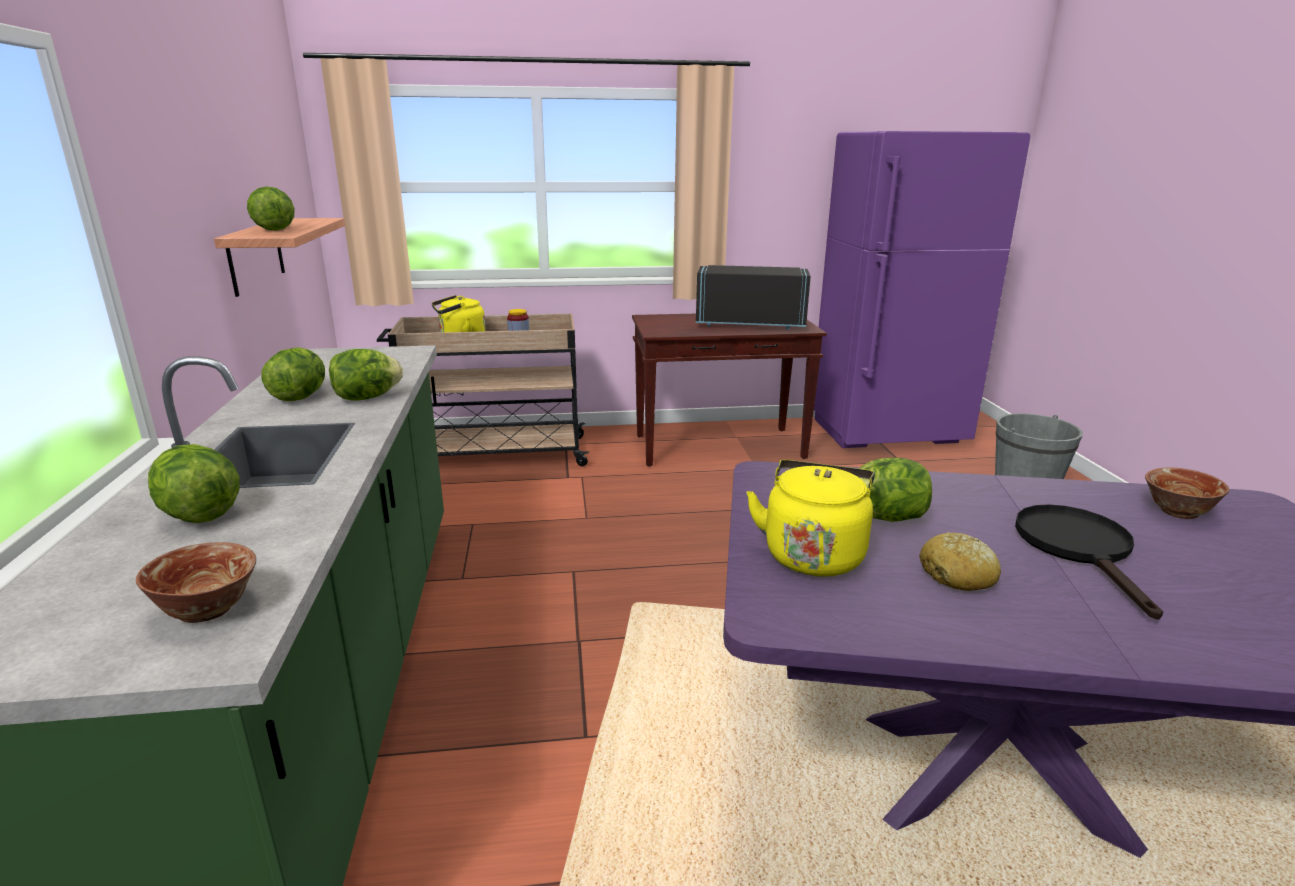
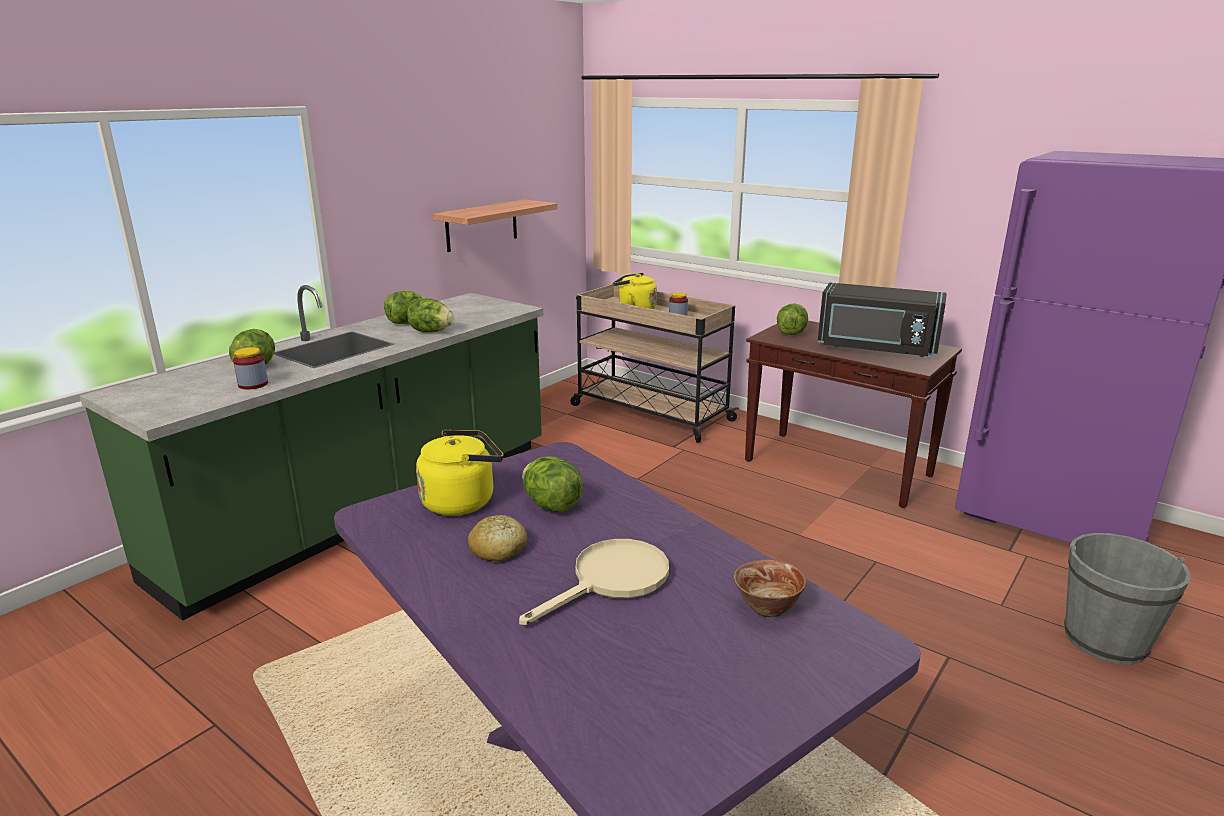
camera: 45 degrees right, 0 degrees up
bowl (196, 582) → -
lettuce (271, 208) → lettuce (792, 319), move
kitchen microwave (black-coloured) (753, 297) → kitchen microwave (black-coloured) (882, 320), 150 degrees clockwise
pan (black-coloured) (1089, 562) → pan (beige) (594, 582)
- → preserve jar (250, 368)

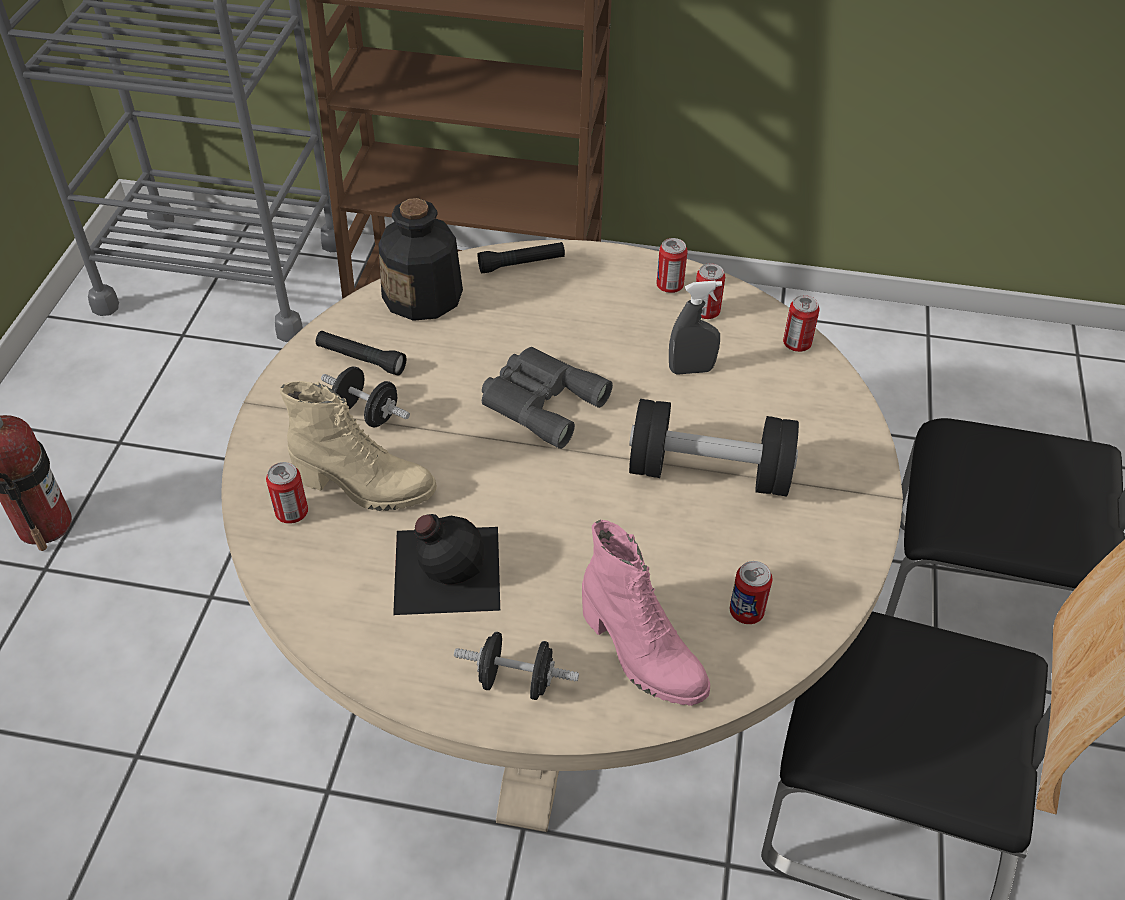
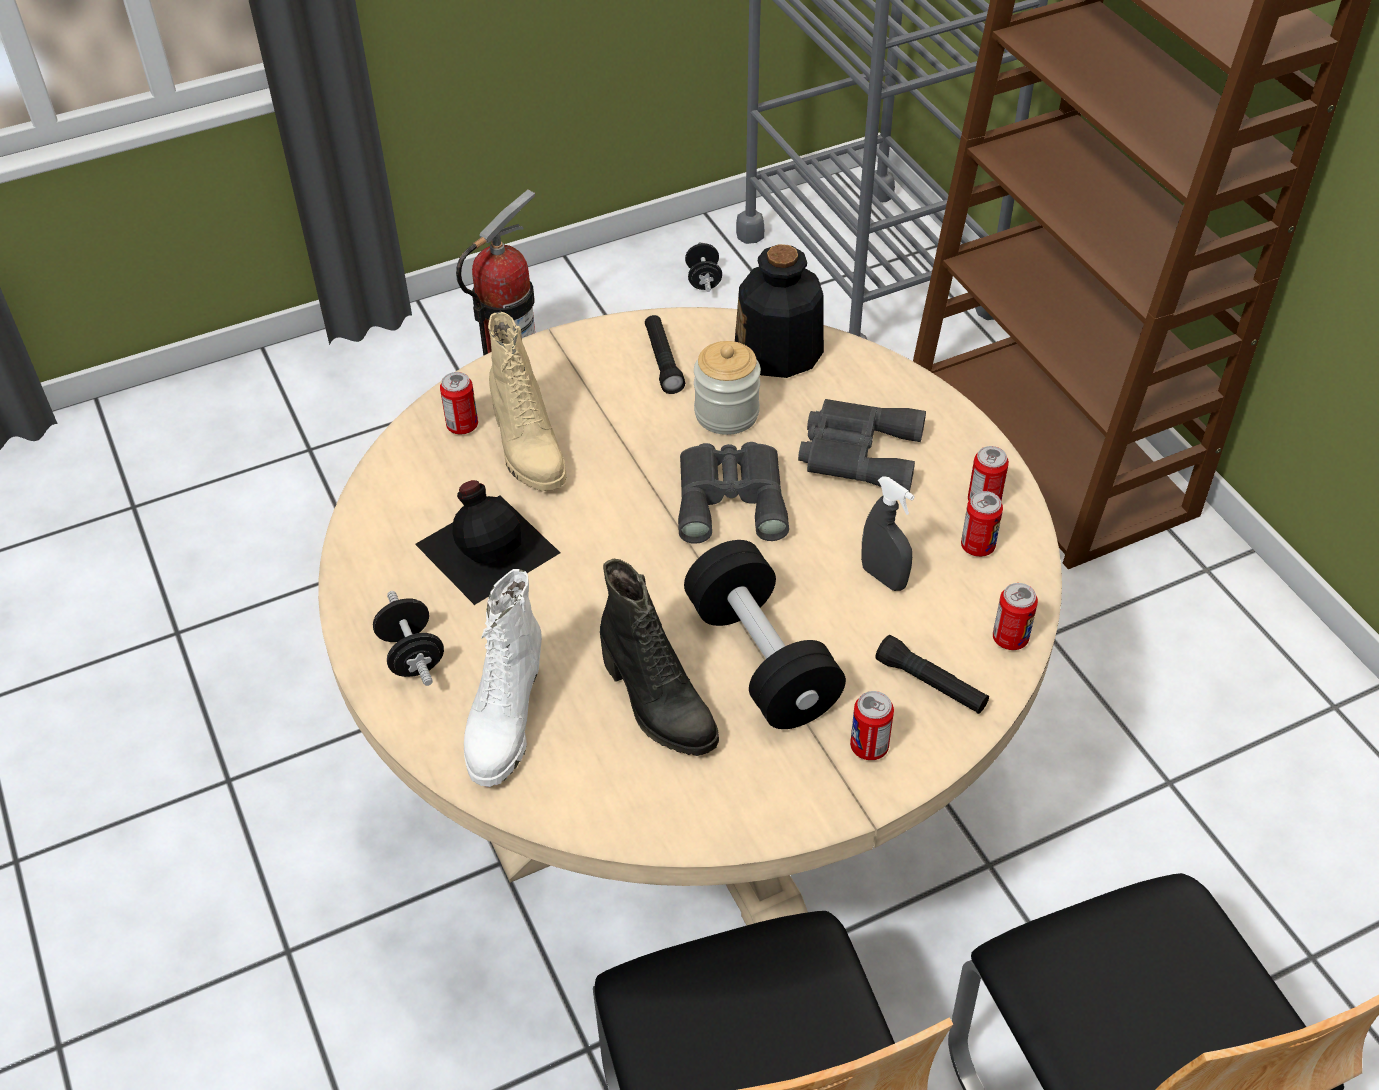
camera: 55 degrees right, 0 degrees up
free weight (black-coloured) (365, 396) → free weight (black-coloured) (703, 267), move
flashlight (black-coloured) (521, 258) → flashlight (black-coloured) (932, 674), move
high-top boot (pink-coloured) (646, 613) → high-top boot (whitish) (503, 678)
can (751, 592) → can (872, 725), move
- → high-top boot (black-coloured) (659, 657)
- → preserve jar (727, 388)
- → binoculars (gray) (862, 445)

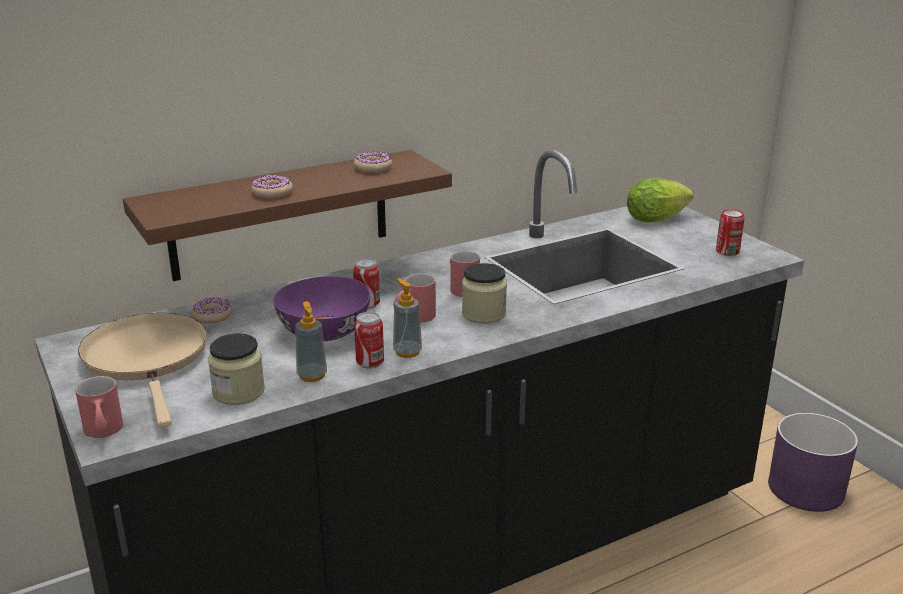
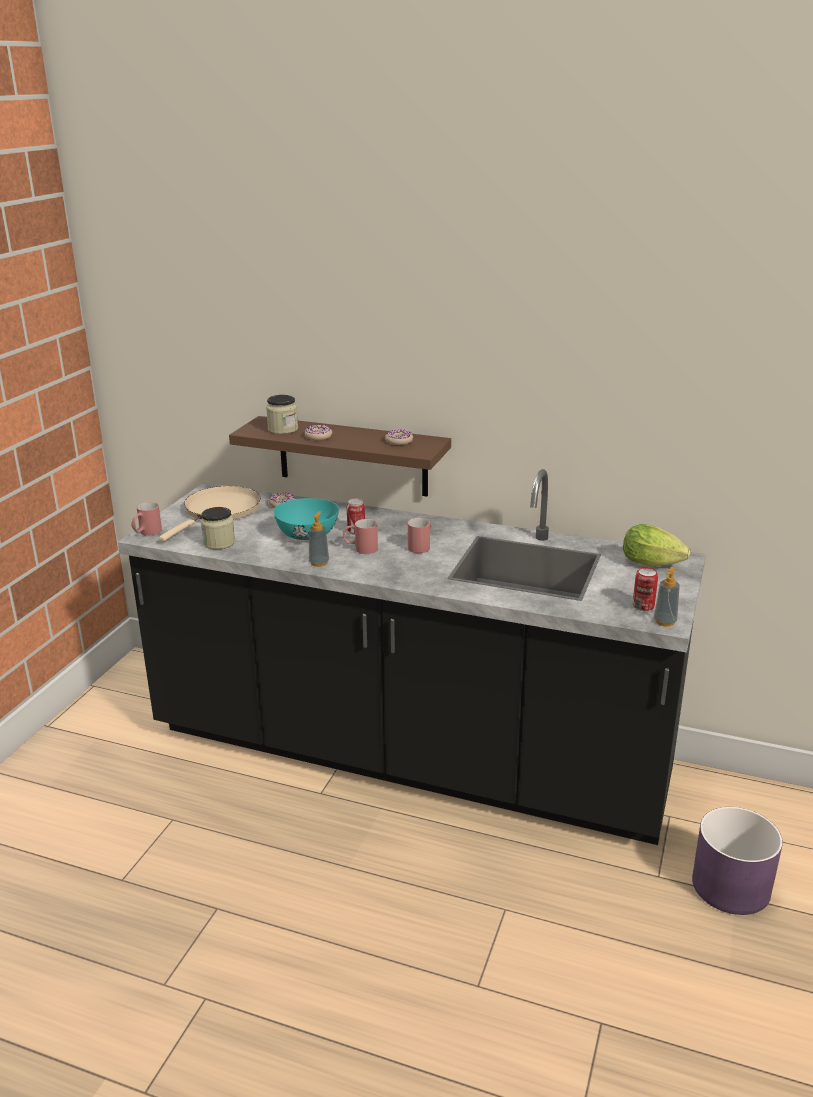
camera: 50 degrees right, 0 degrees up
bowl (purple-coloured) (321, 308) → bowl (blue-green) (306, 519)
soap bottle (311, 341) → soap bottle (667, 597), move
can (369, 340) → -
preserve jar (484, 293) → preserve jar (282, 414), move

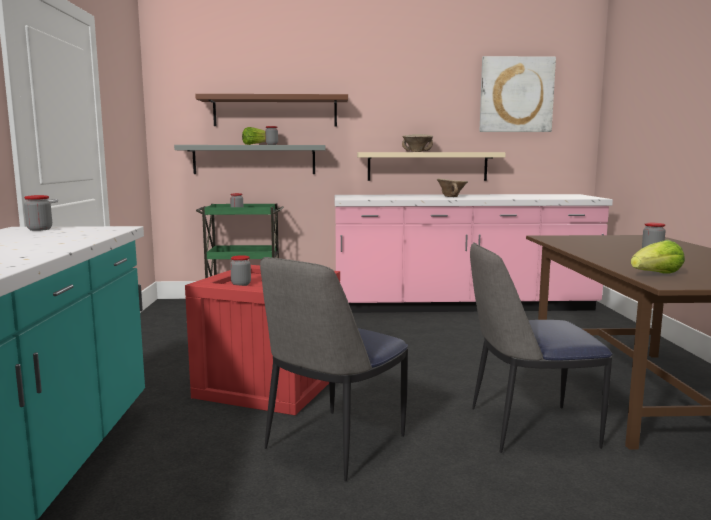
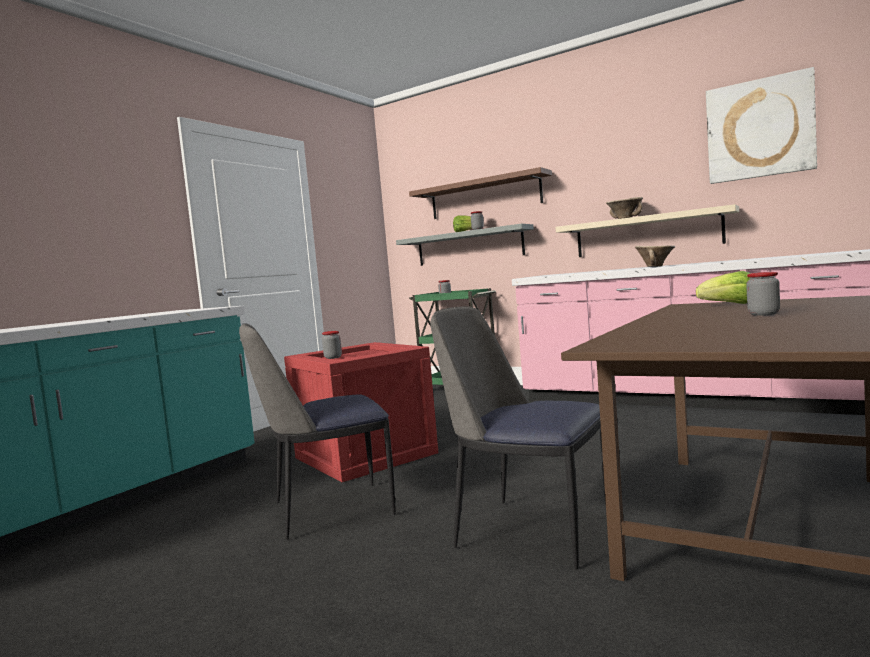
camera: 35 degrees right, 5 degrees down
preserve jar (38, 213) → -
lettuce (658, 257) → lettuce (723, 287), move

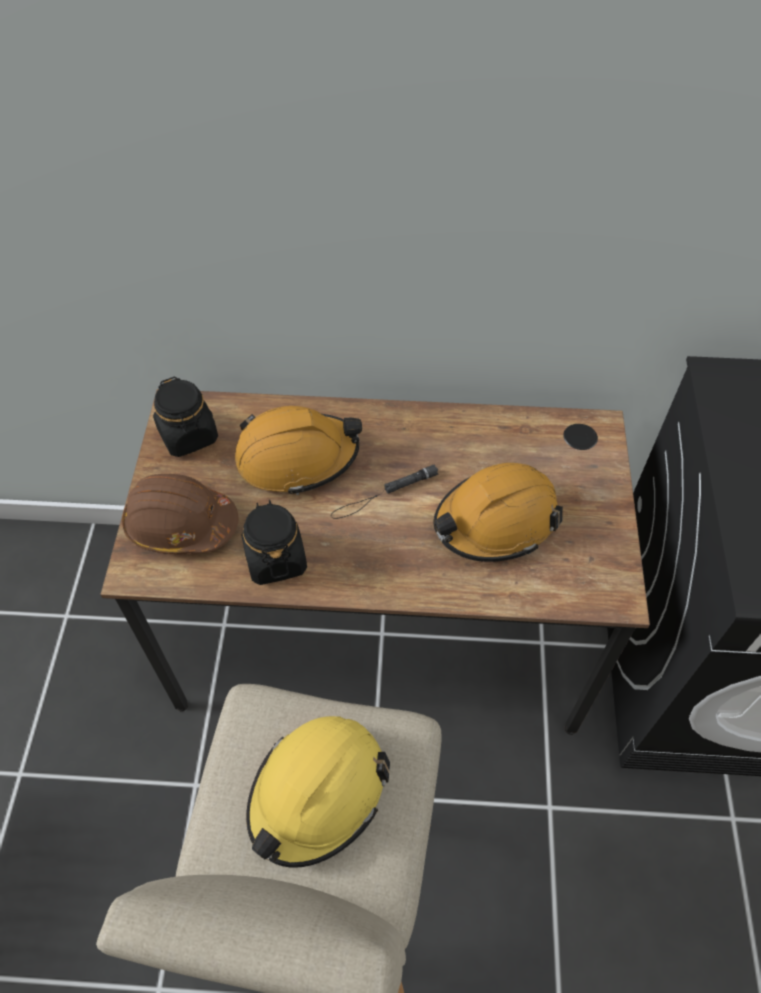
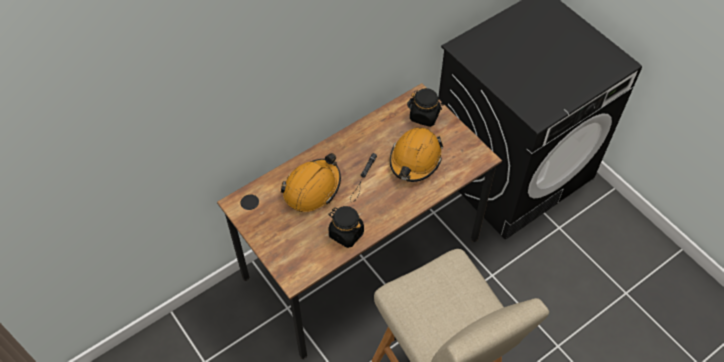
camera: 40 degrees left, 0 degrees up
hard hat (brown) (180, 514) → -
preserve jar (black-coloured) (185, 417) → preserve jar (black-coloured) (426, 107), move
hard hat (yellow) (318, 792) → -

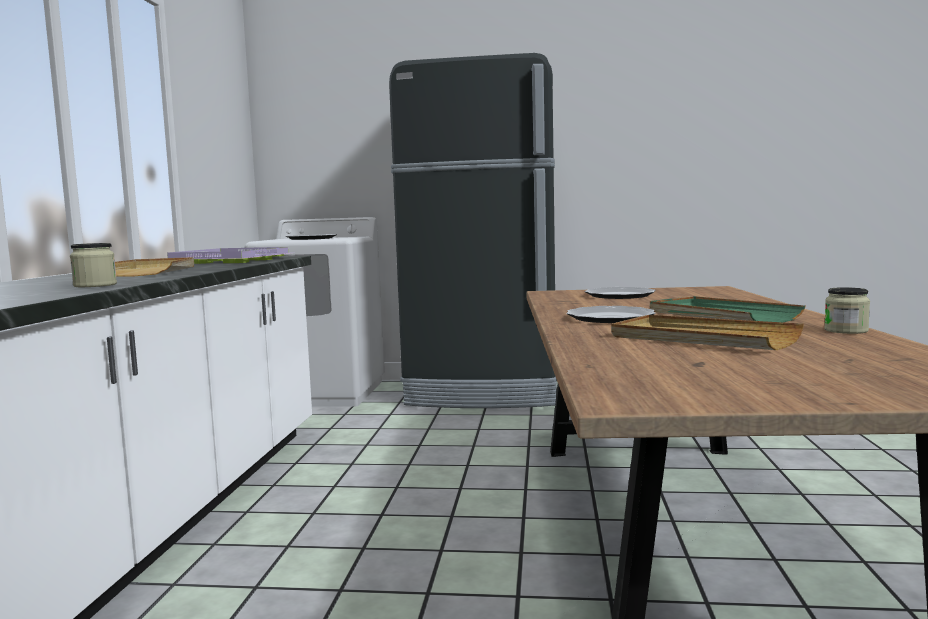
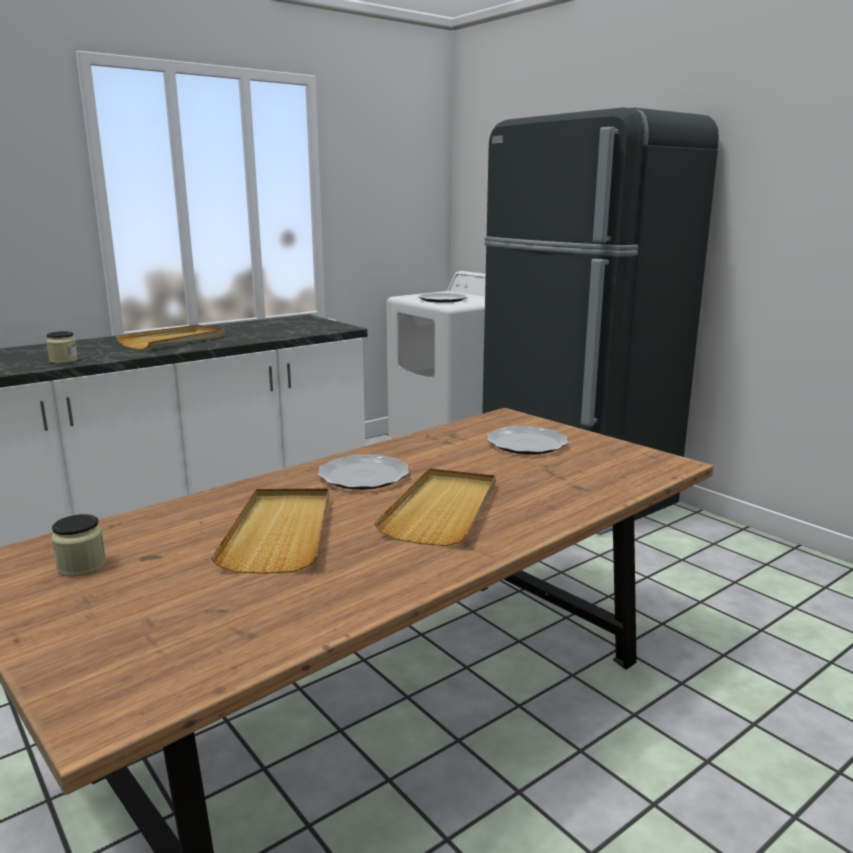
camera: 45 degrees right, 10 degrees up
carrying tray (purple-coloured) (228, 255) → -
carrying tray (greenish) (727, 309) → carrying tray (beige) (435, 507)
preserve jar (847, 310) → preserve jar (78, 545), move

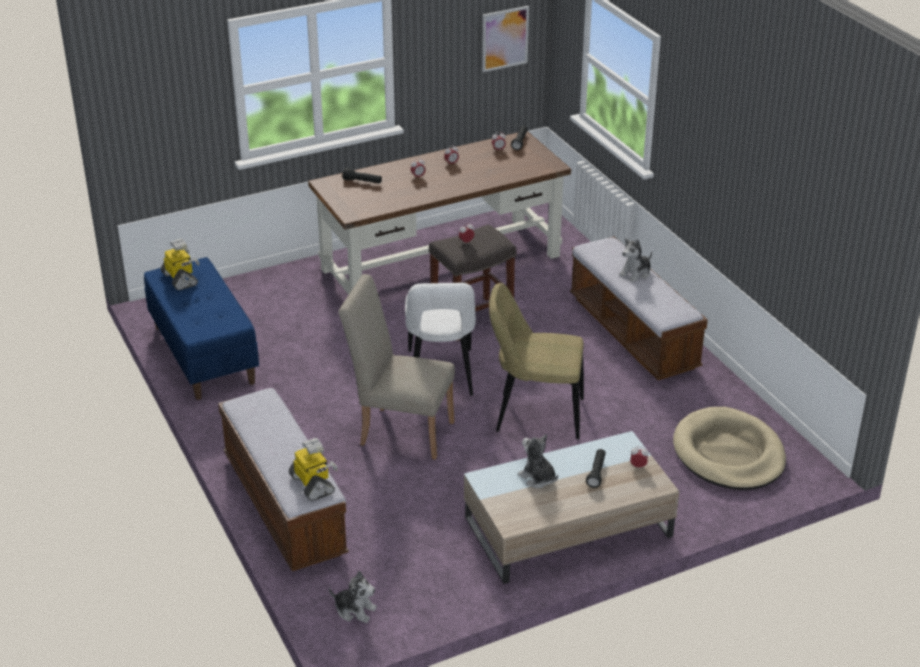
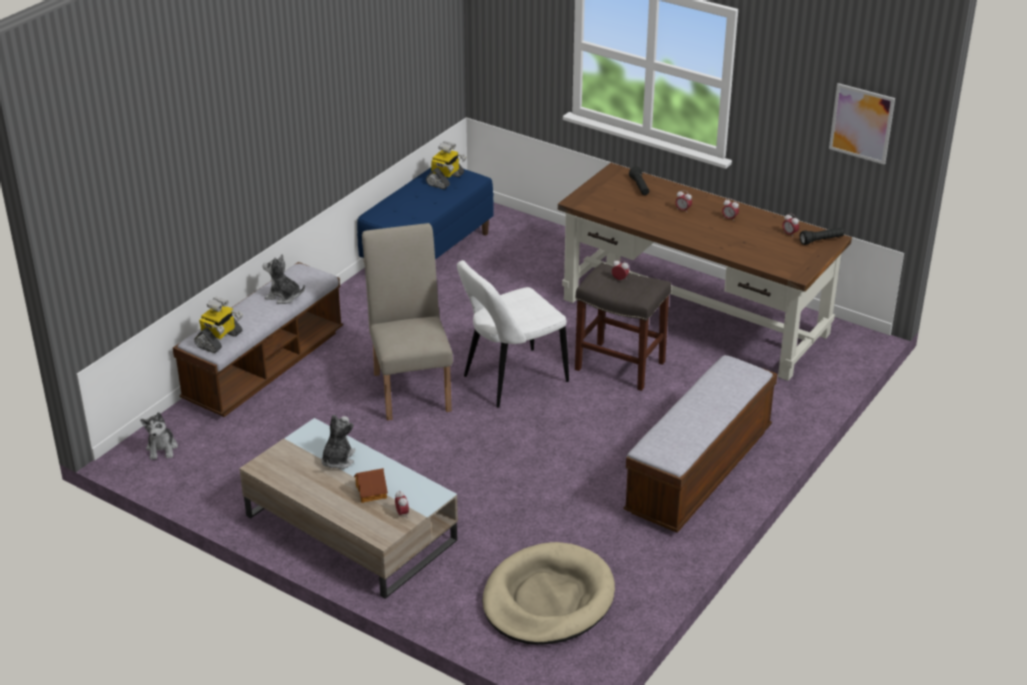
camera: 60 degrees right, 0 degrees up
plain chair (beige) (536, 361) → -
flashlight (black-coloured) (596, 468) → model house (371, 485)
plush toy (635, 260) → plush toy (284, 279), move

